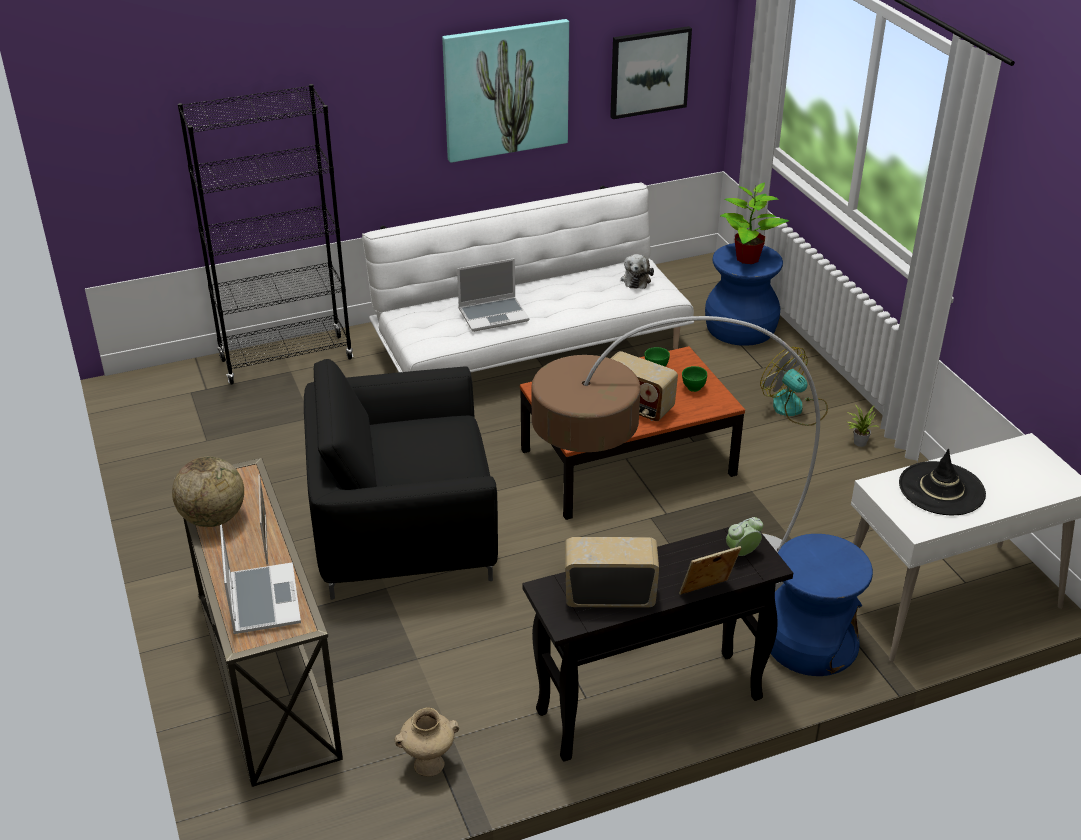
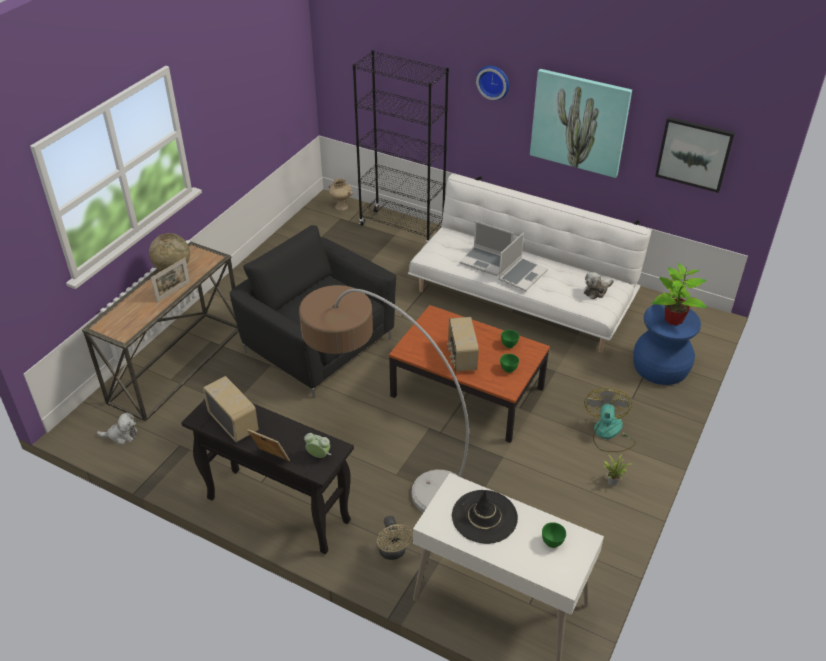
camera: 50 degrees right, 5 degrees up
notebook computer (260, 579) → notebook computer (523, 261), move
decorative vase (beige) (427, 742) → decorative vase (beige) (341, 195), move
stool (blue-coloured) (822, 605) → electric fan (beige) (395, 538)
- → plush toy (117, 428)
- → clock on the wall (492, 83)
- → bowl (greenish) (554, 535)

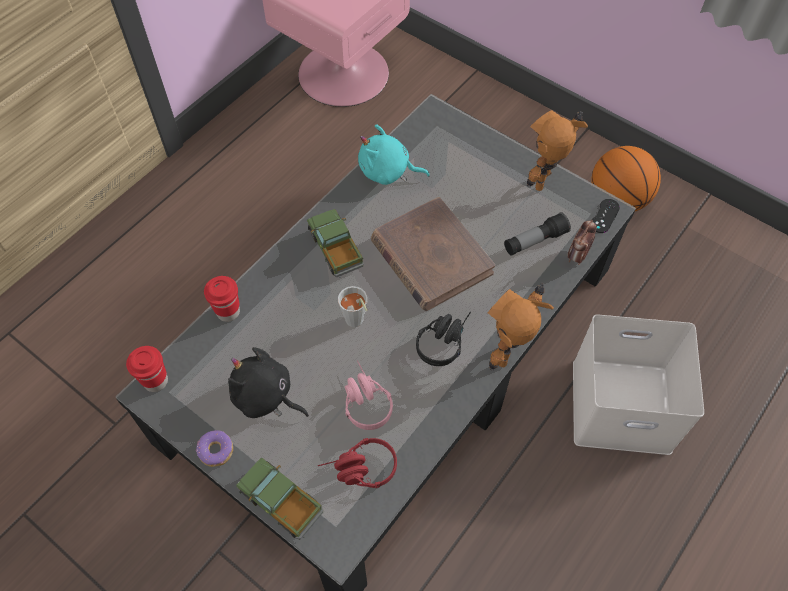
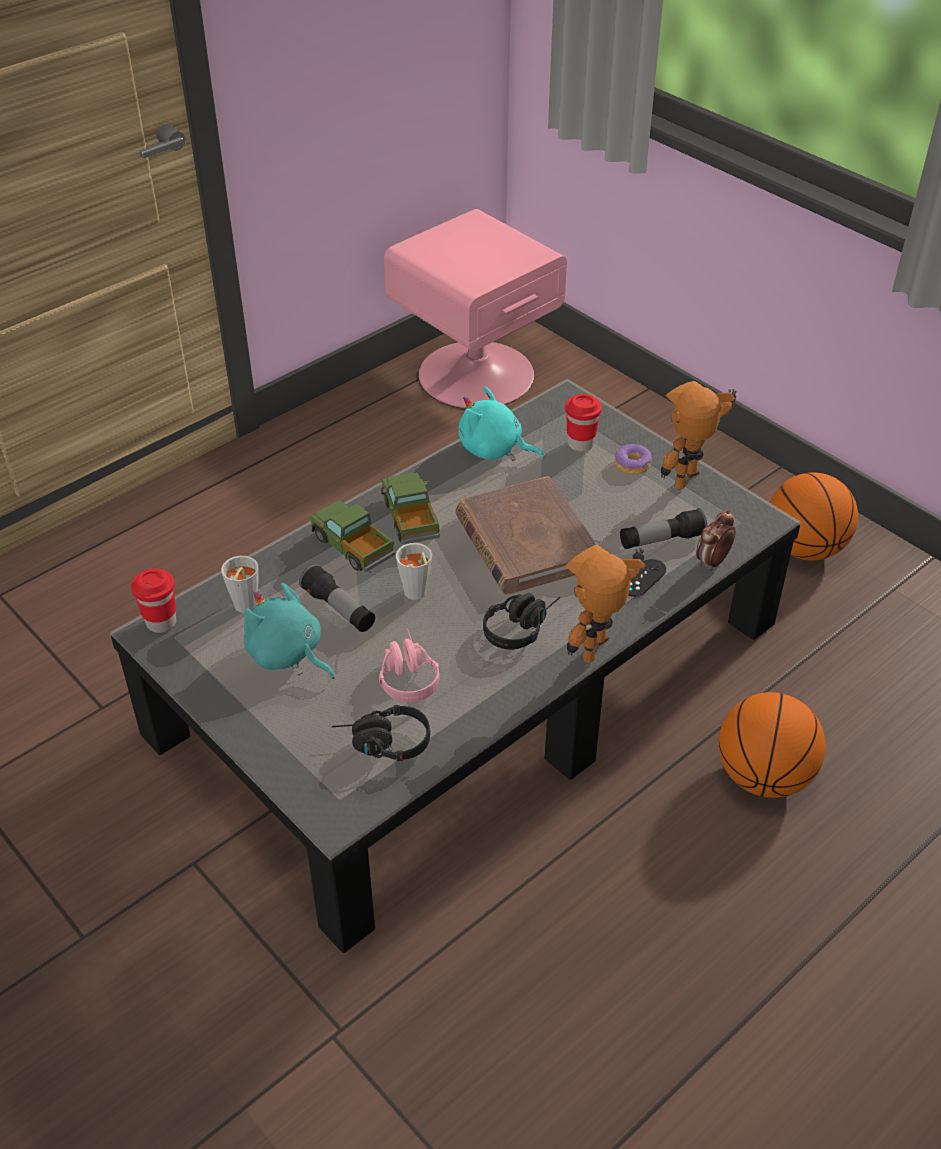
camera: 10 degrees right, 15 degrees down
ring doughnut (214, 448) → ring doughnut (633, 459), move
cup (reddish) (222, 299) → cup (reddish) (583, 423), move
plush toy (black-coloured) (268, 382) → plush toy (blue-green) (289, 630)
model truck (279, 499) → model truck (352, 536), move
headphones (reddish) (357, 463) → headphones (black-coloured) (381, 733)
storage box (whitish) (638, 385) → ball for basketball (772, 745)
gamepad (black-coloured) (606, 216) → gamepad (black-coloured) (647, 578), move
- → cup (gray) (240, 584)
- → flashlight (337, 598)

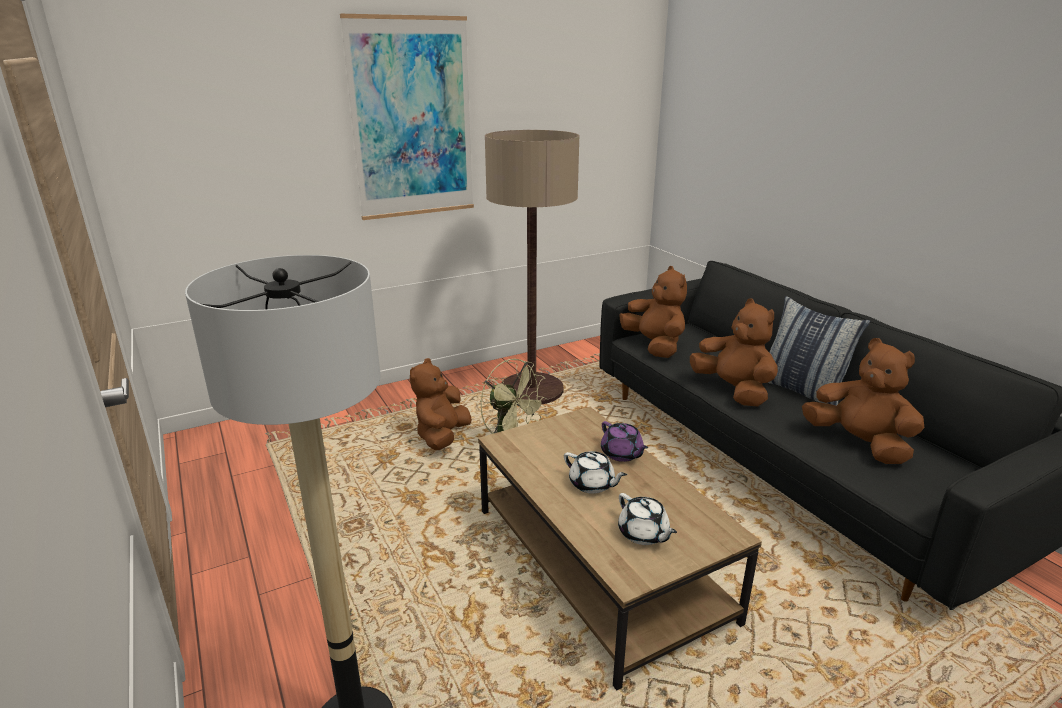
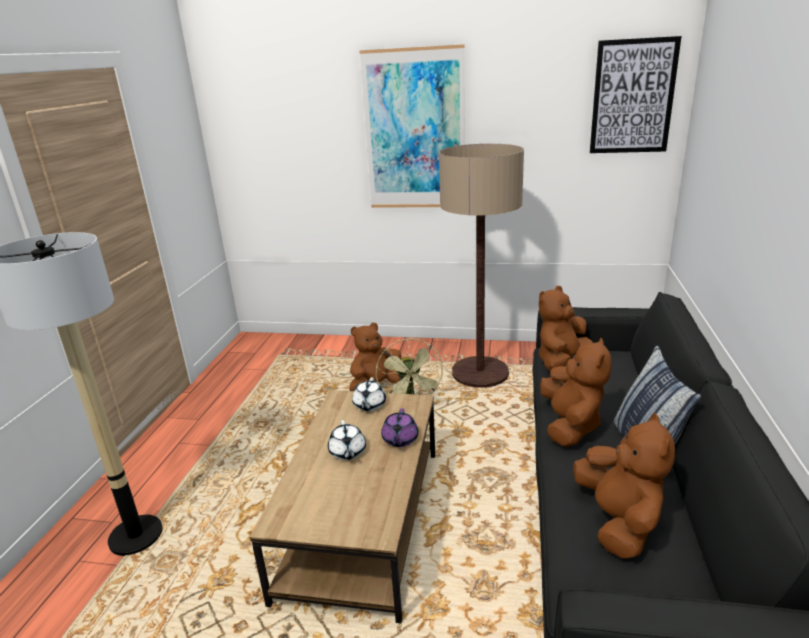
camera: 40 degrees right, 0 degrees up
pot for tea (whitish) (647, 519) → pot for tea (whitish) (369, 394), move
plush toy (brown) (653, 312) → plush toy (brown) (566, 328), 150 degrees counterclockwise
- → wall art (635, 94)

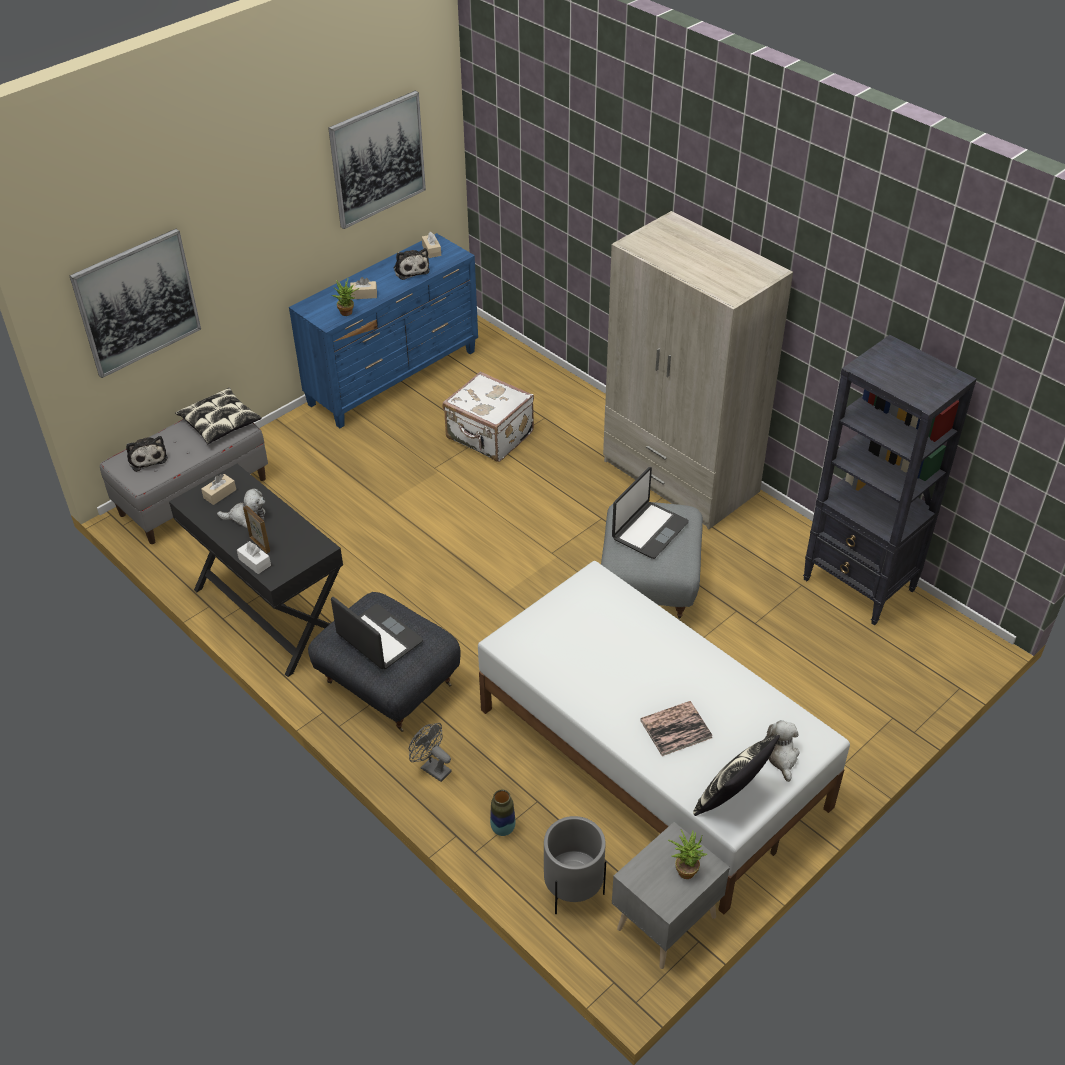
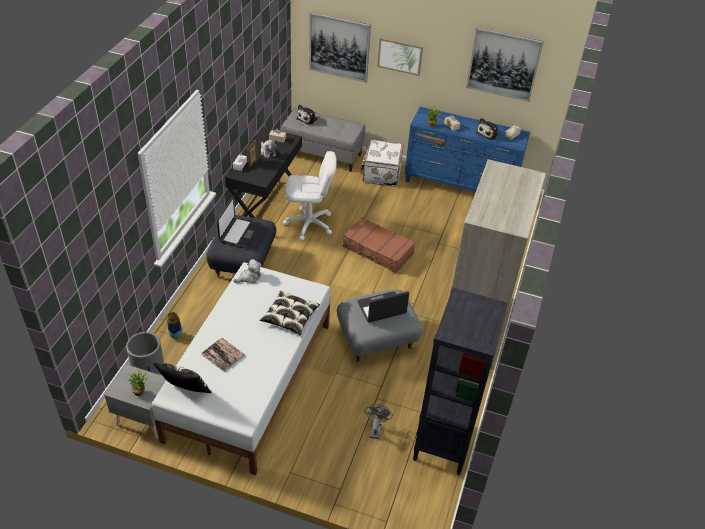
camera: 60 degrees right, 0 degrees up
pillow (218, 416) → pillow (290, 312), move
electric fan (gray) (430, 752) → electric fan (gray) (378, 421), move
travel case (whitish) (488, 416) → travel case (whitish) (382, 163), move
notebook computer (650, 513) → notebook computer (383, 307), 150 degrees clockwise
plush toy (782, 751) → plush toy (247, 271), move
- → computer chair (whitish) (310, 196)
- → travel case (brown) (379, 245)
- → wall art (400, 56)

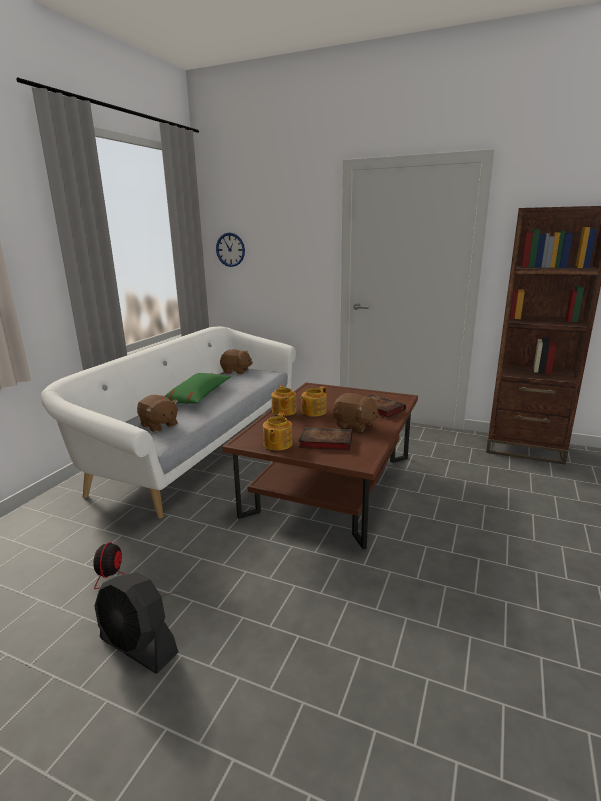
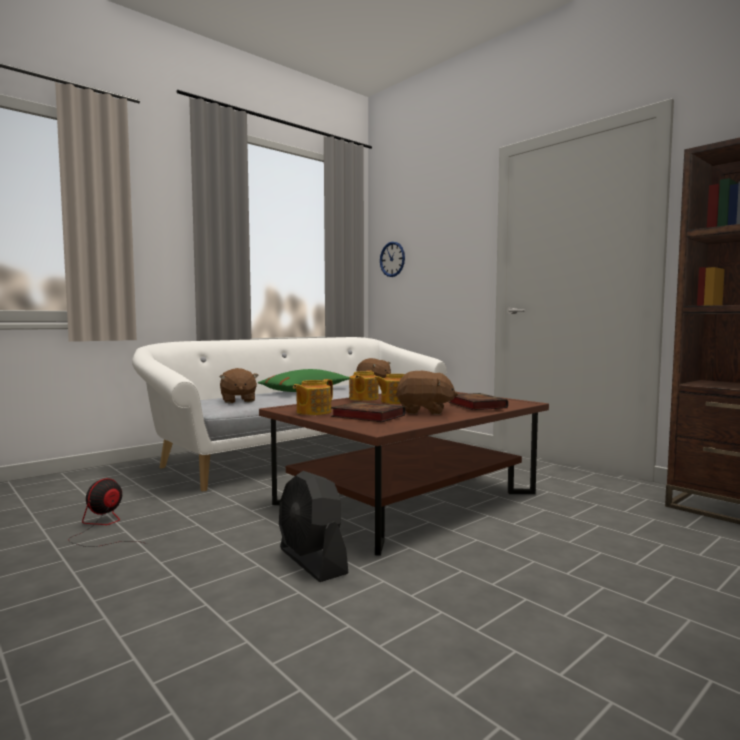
camera: 25 degrees right, 15 degrees down
electric fan (black-coloured) (136, 623) → electric fan (black-coloured) (314, 526), move
plush toy (brown) (356, 412) → plush toy (brown) (427, 393), 45 degrees counterclockwise

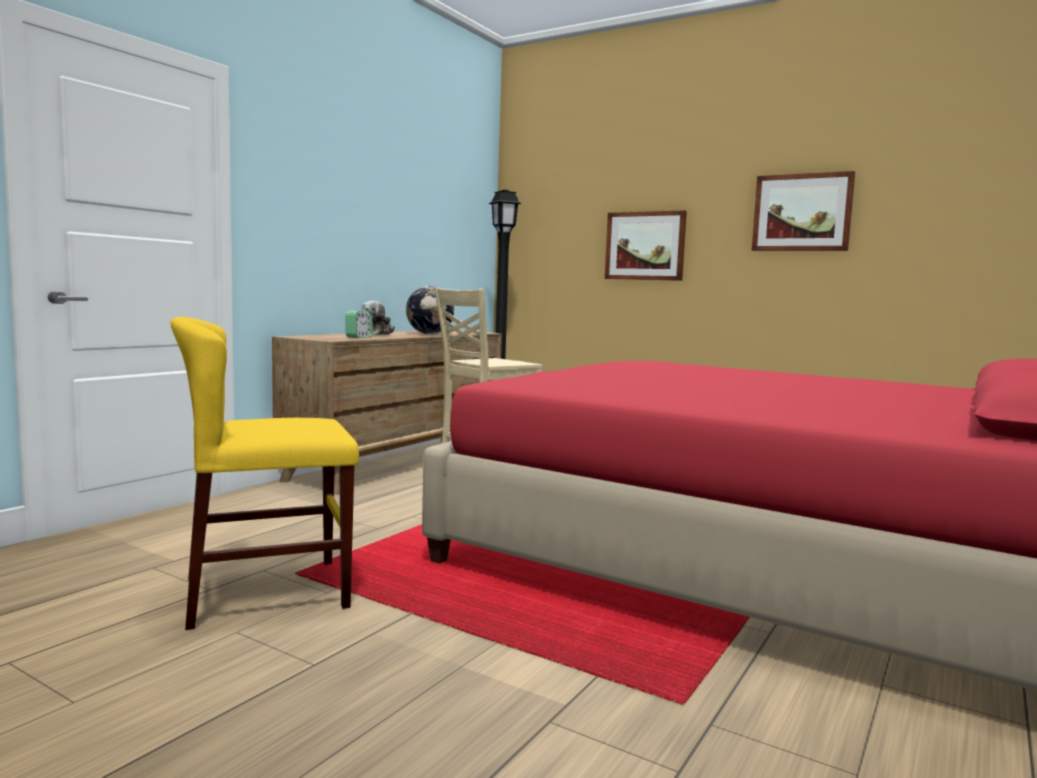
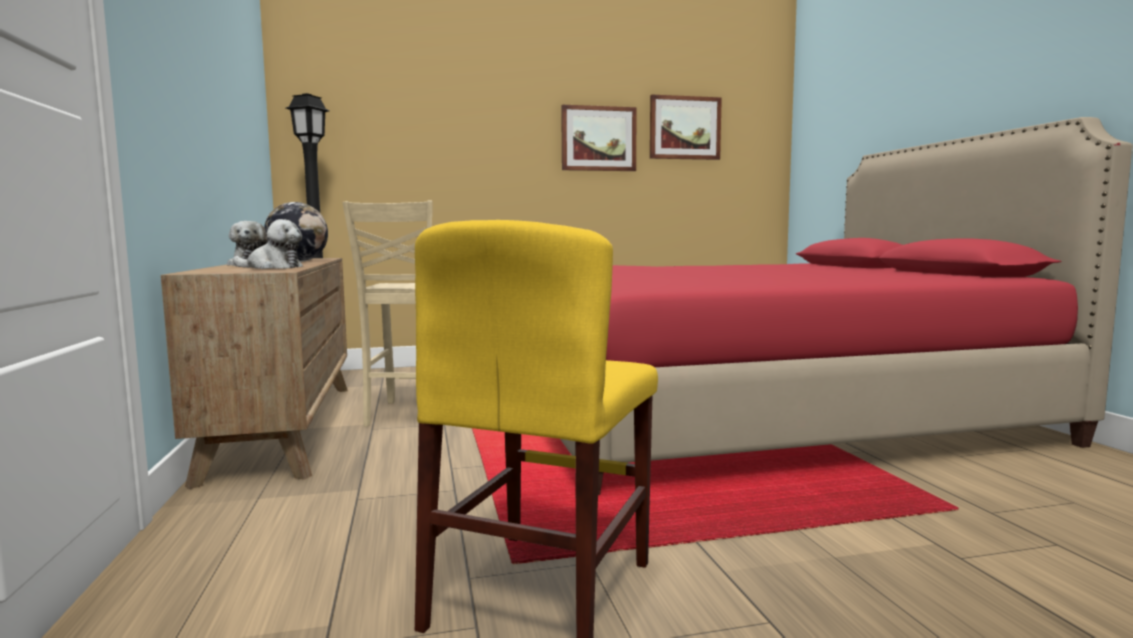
camera: 45 degrees left, 0 degrees up
table clock (359, 324) → plush toy (268, 244)
wall art (646, 245) → wall art (686, 127), move

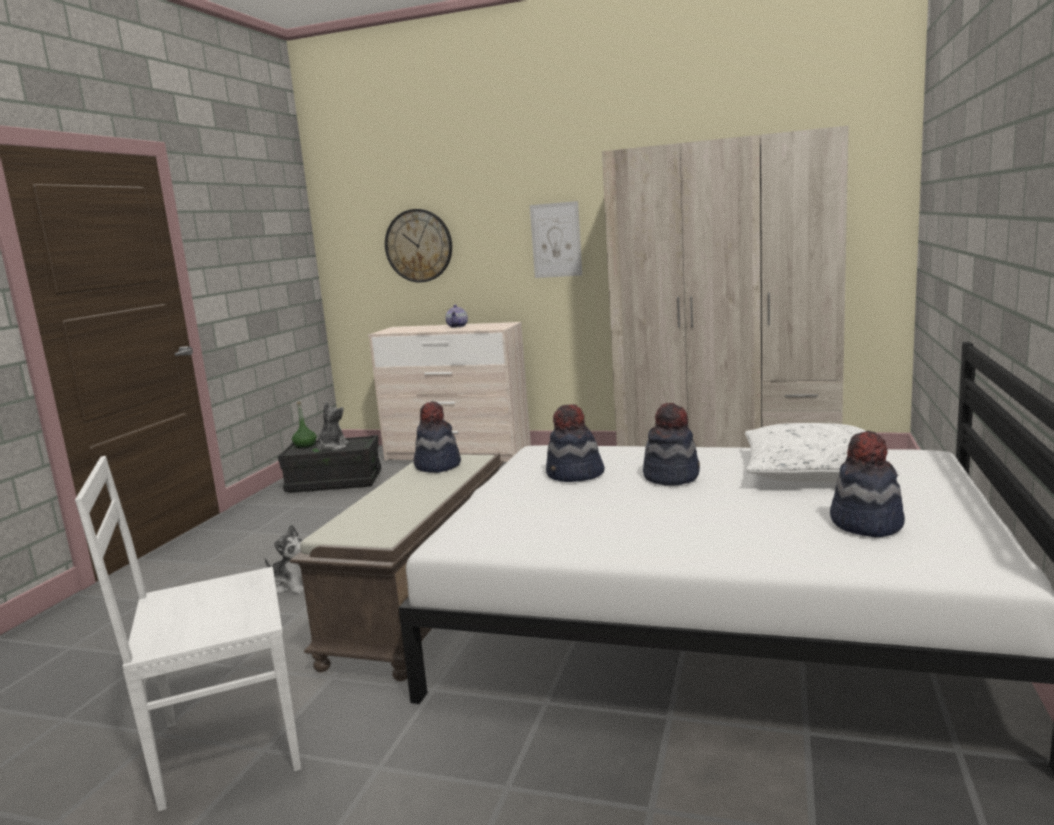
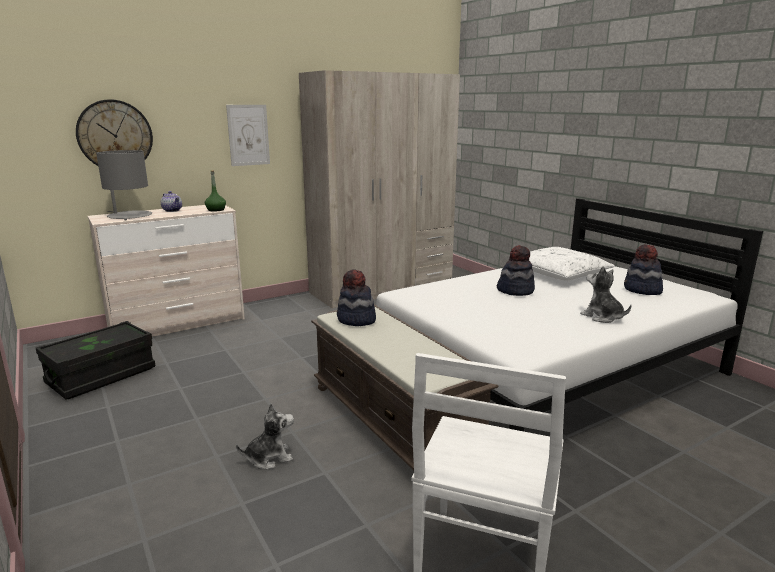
camera: 50 degrees left, 5 degrees up
drink bottle (greenish) (304, 425) → drink bottle (greenish) (215, 191), move
plush toy (333, 426) → plush toy (606, 294), move
wearable hat (575, 443) → -
- → tabletop lamp (gray) (124, 185)

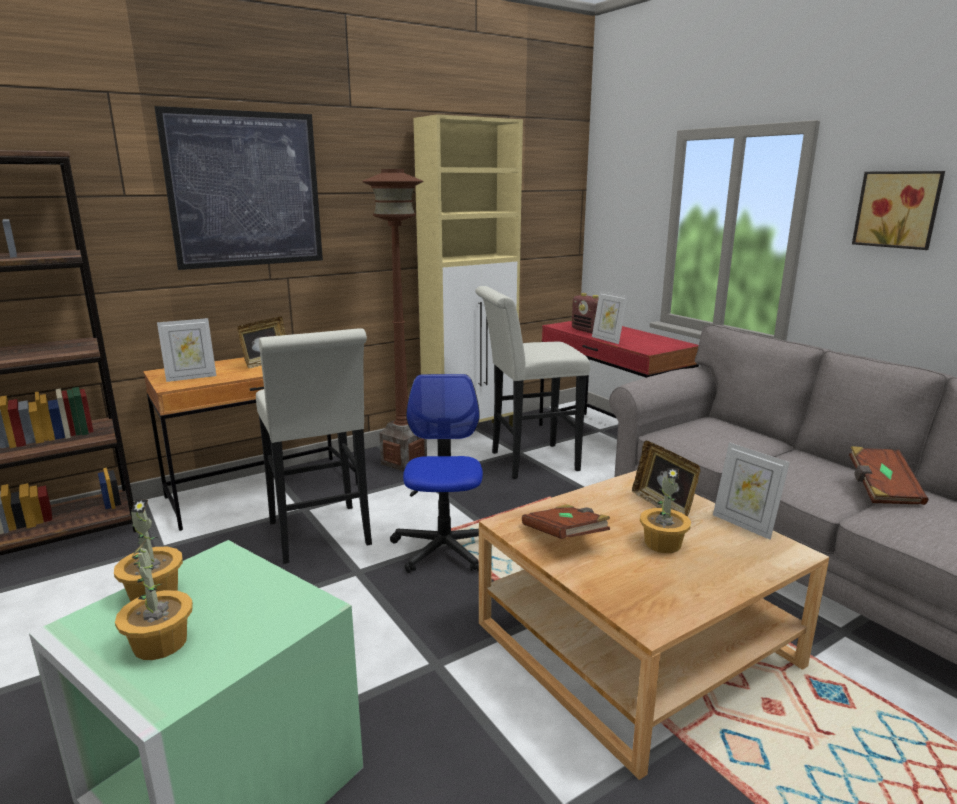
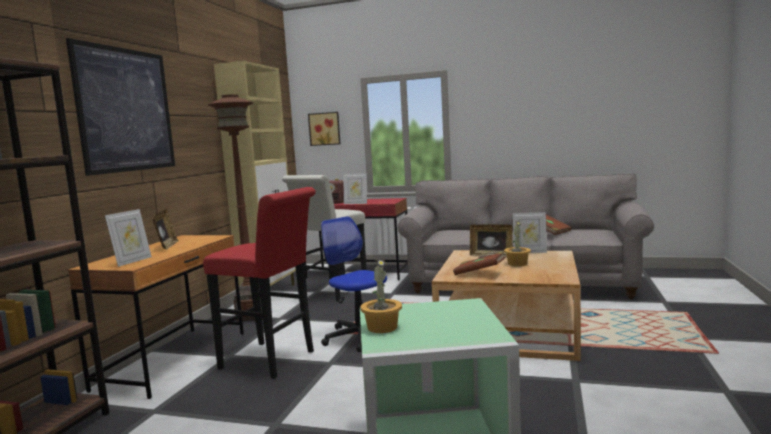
camera: 40 degrees left, 10 degrees down
potted plant (154, 601) → -
stool (whitish) (314, 446) → stool (reddish) (259, 283)
wall art (898, 210) → wall art (324, 129), move

